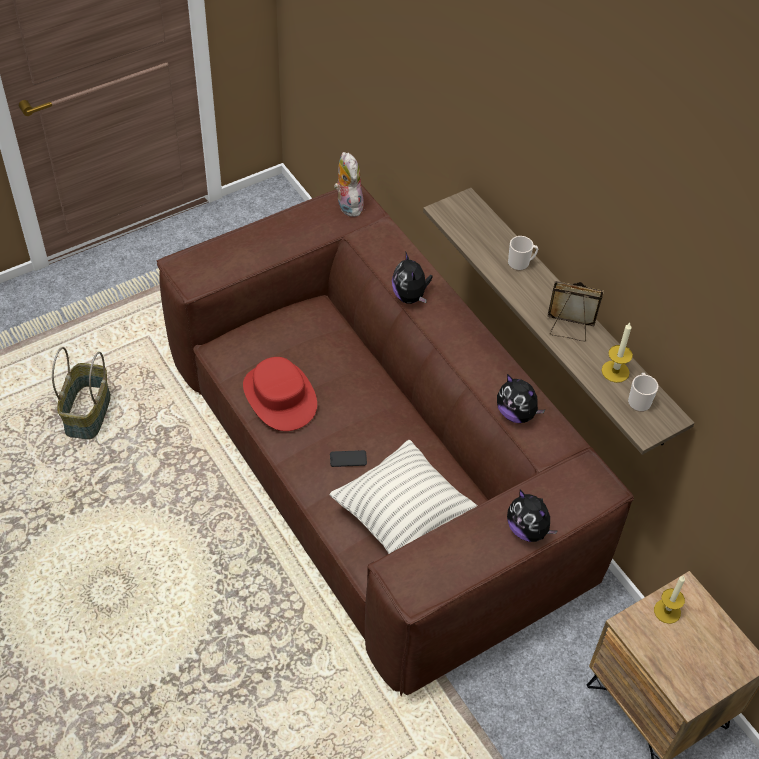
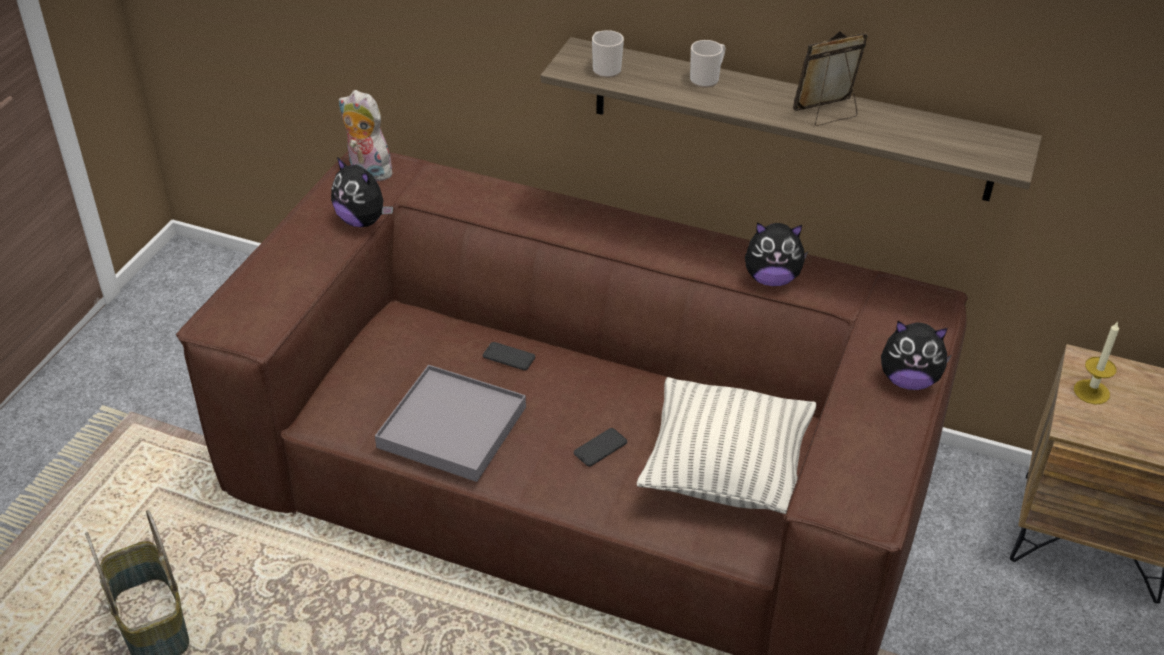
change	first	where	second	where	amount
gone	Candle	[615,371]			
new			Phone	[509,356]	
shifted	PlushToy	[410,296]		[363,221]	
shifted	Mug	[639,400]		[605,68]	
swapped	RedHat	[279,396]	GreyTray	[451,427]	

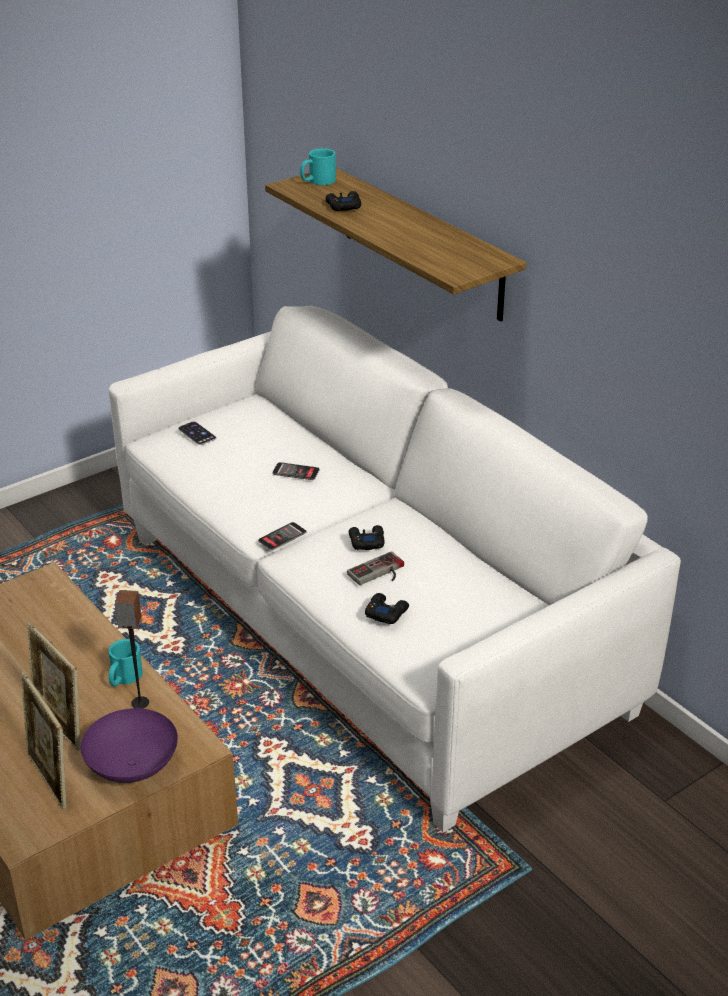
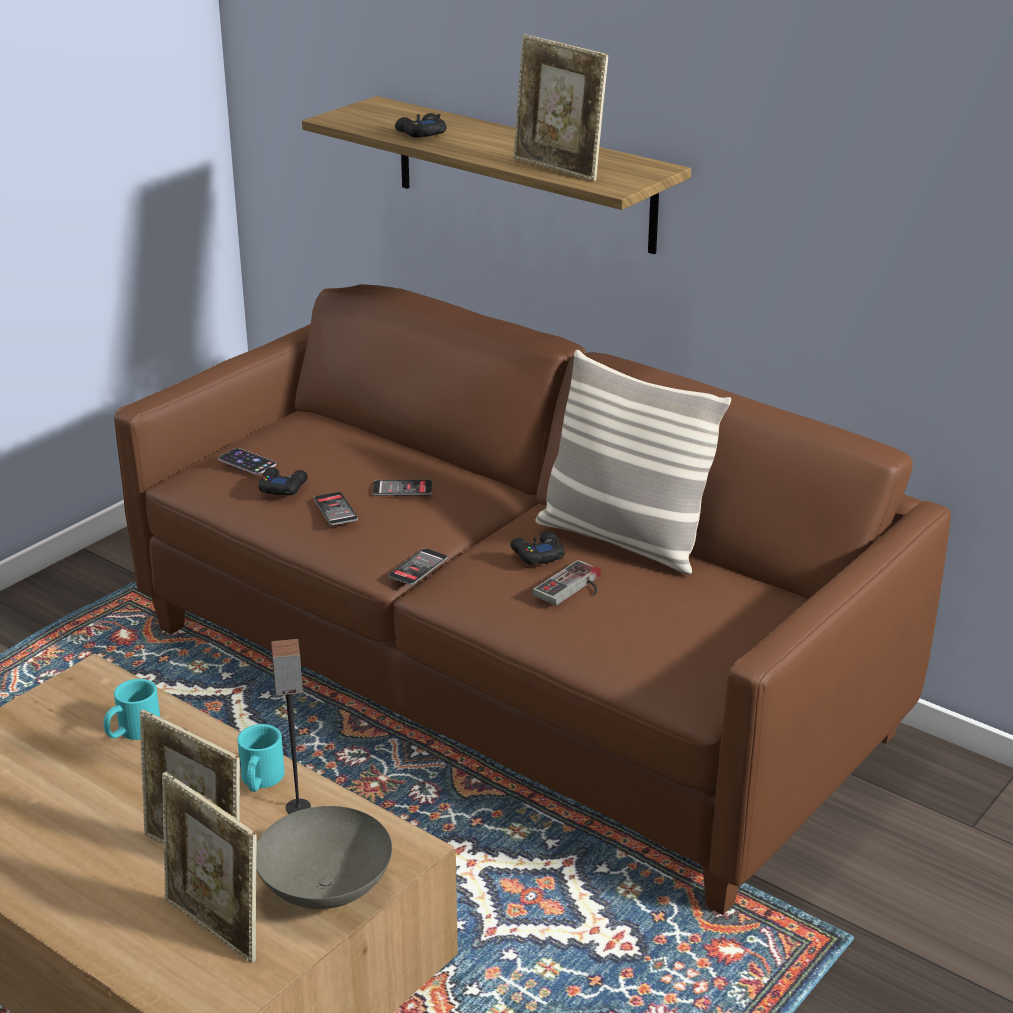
change	first	where	second	where	amount
new			Phone	[335,509]	
new			PictureFrame	[558,169]	
new			Pillow	[623,540]	
shifted	TurquoiseMug	[317,181]		[132,732]	
shifted	BlackGameController	[386,612]		[282,487]	
repainted	PurpleBowl	[131,767]	GreyBowl	[324,890]	
repainted	WhiteSofa	[366,623]	BrownSofa	[509,683]	

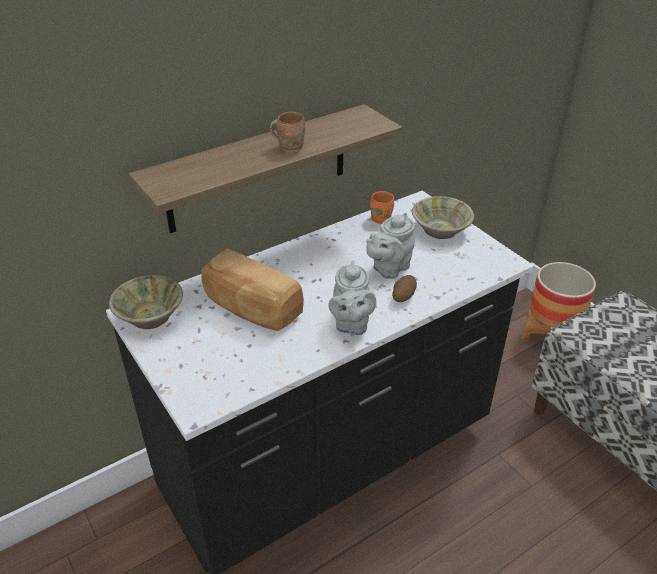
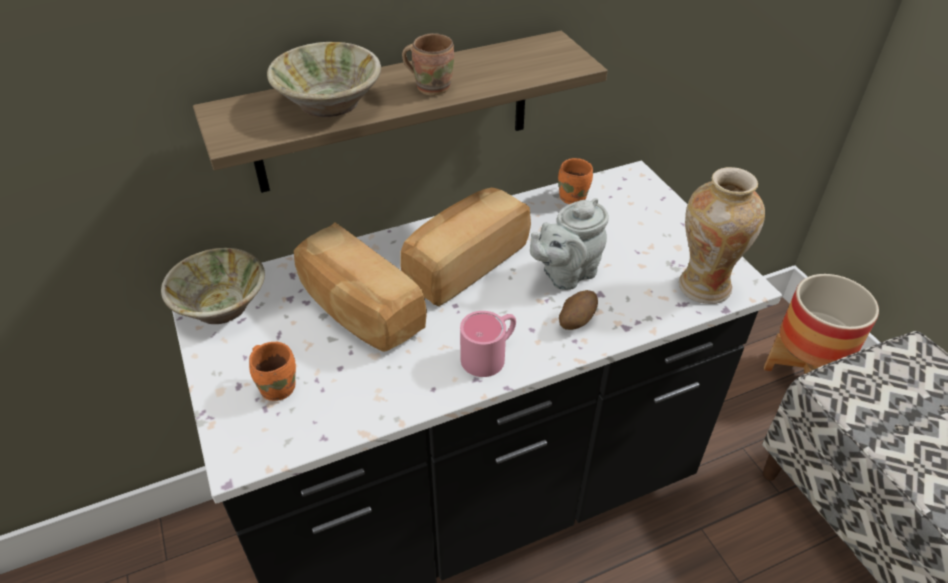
change	first	where	second	where	amount
new			OrangeMug	[278,386]	
new			Bread	[464,264]	
new			Vase	[703,286]	
shifted	BeigeBowl	[440,230]		[329,103]	
swapped	GreyTeapot	[351,324]	PinkMug	[490,354]	

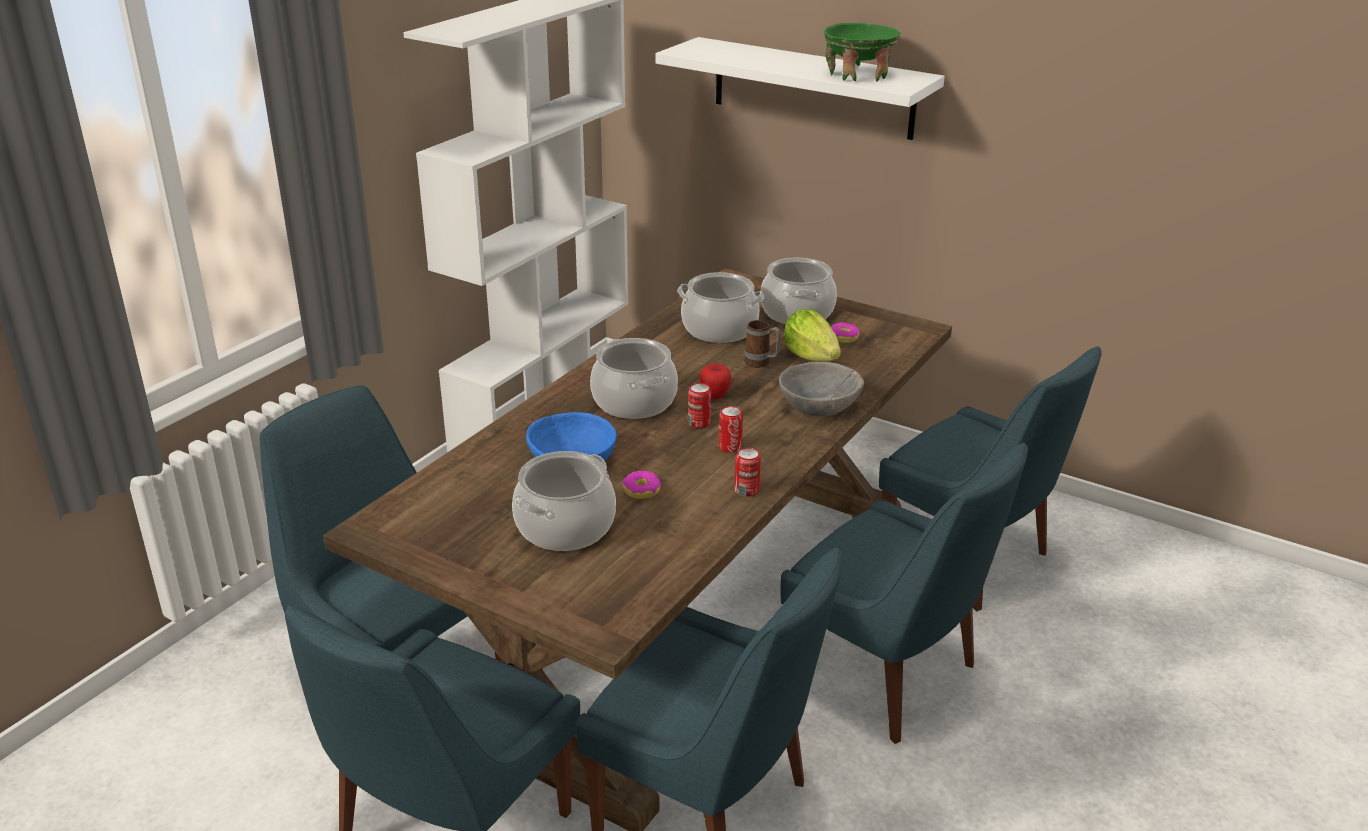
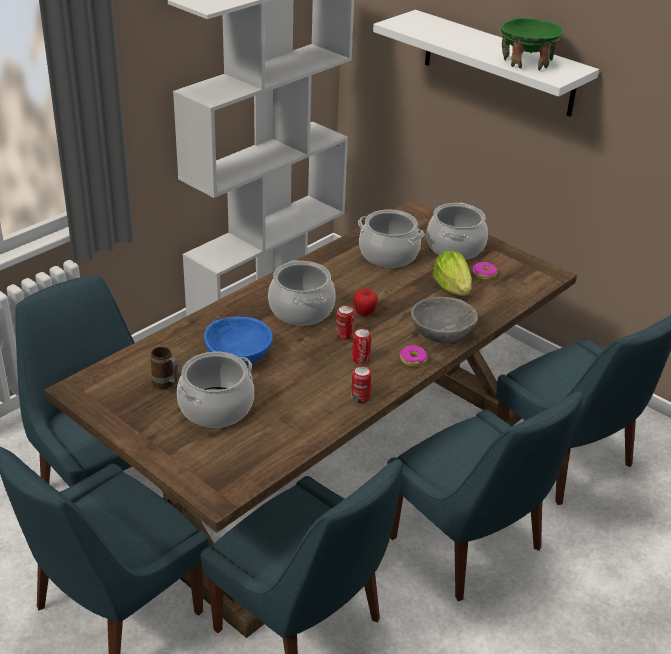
change	first	where	second	where	amount
shifted	Donut	[641,490]		[413,360]	
shifted	Mug	[761,363]		[166,384]	

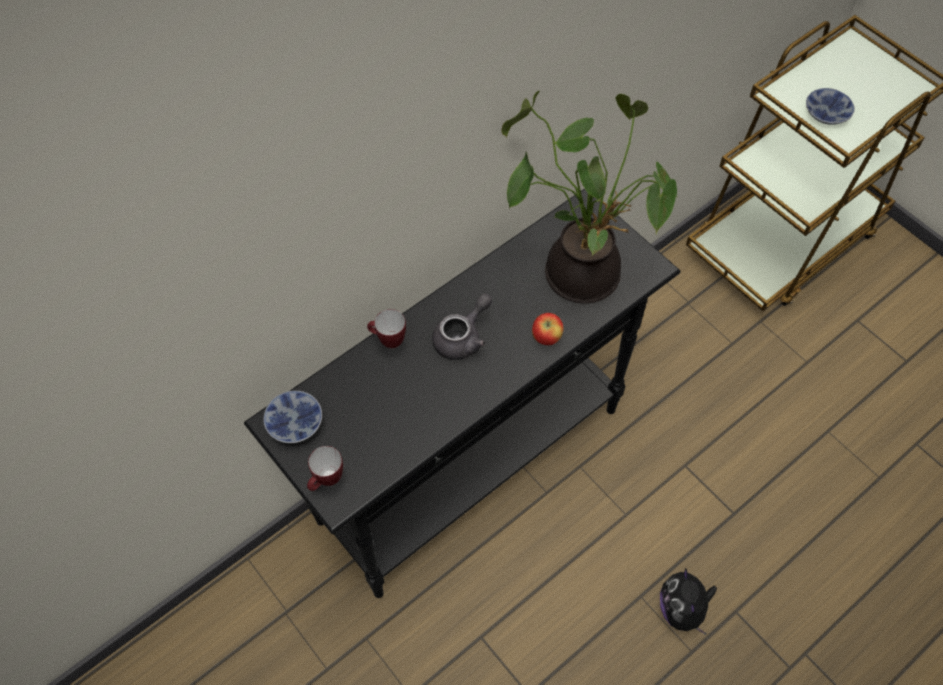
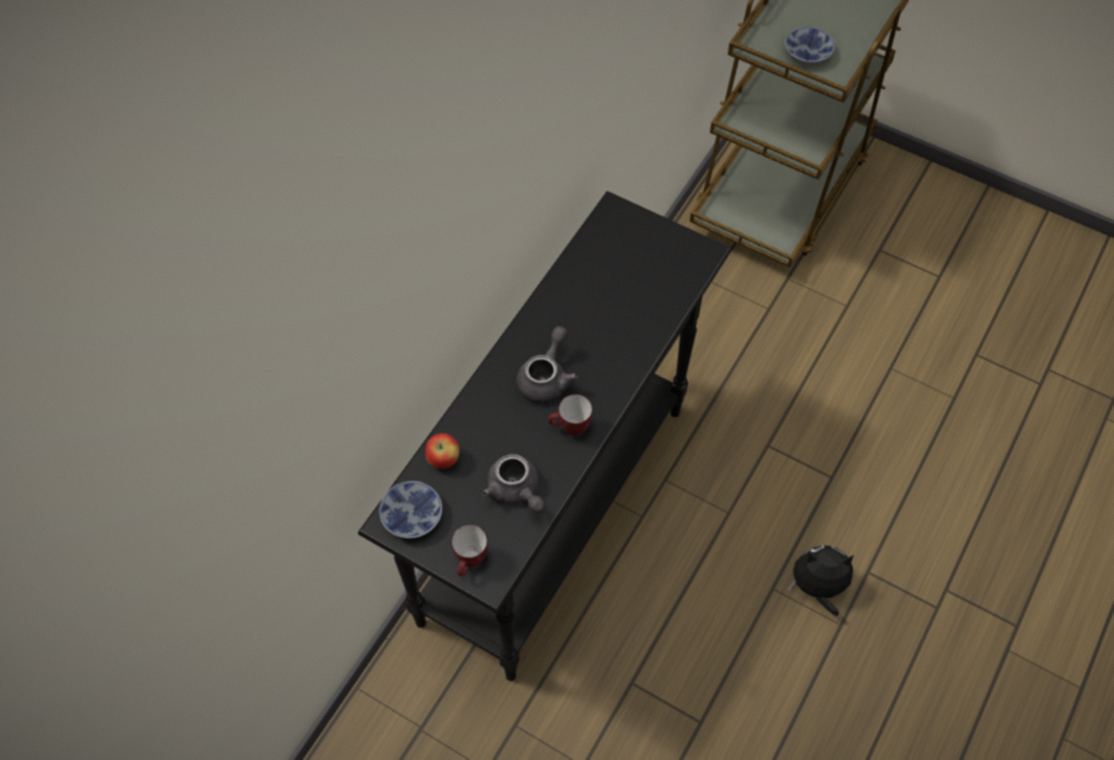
change	first	where	second	where	amount
gone	PottedPlant	[582,270]			
new			GreyTeapot	[516,491]	
shifted	Mug	[388,341]		[569,429]	
shifted	Apple	[546,338]		[444,459]	
rotated	PlushToy	[682,609]		[817,587]	120 degrees clockwise

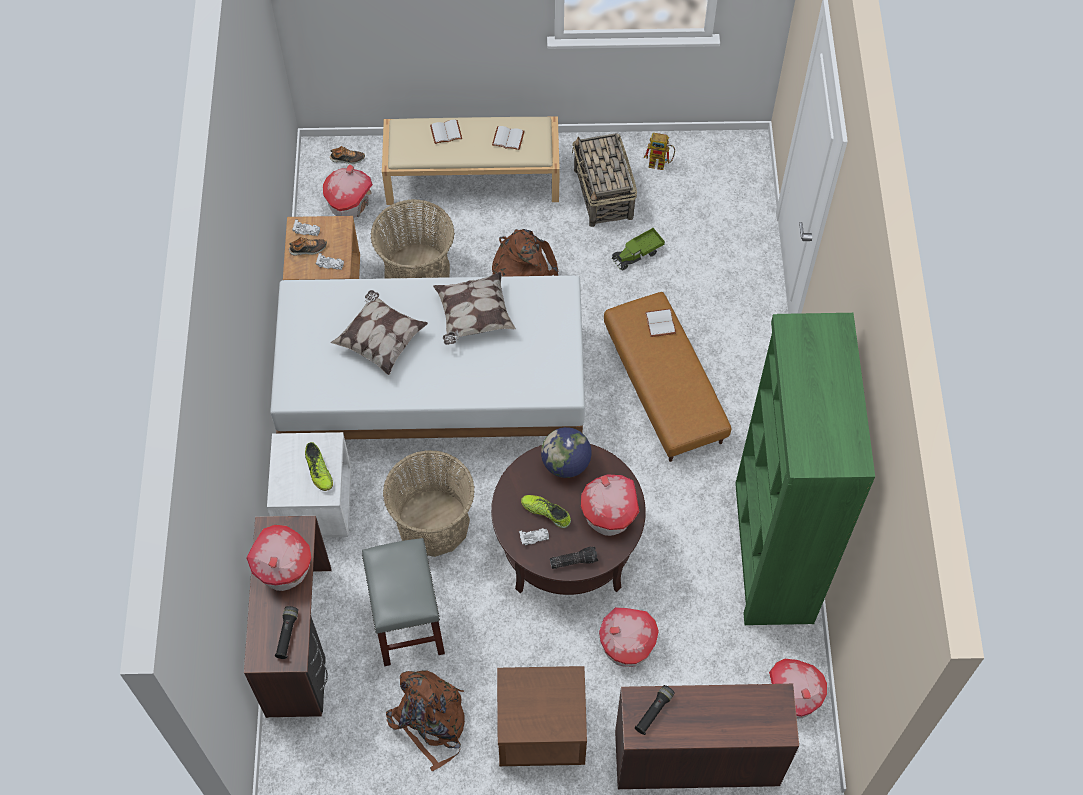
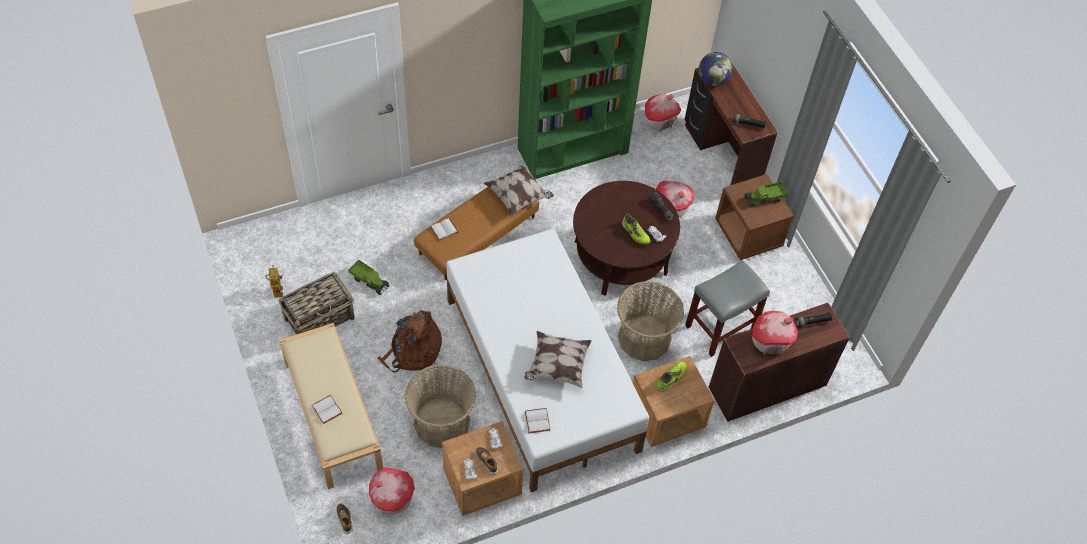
change	first	where	second	where	amount
gone	BrownBackpack	[430,721]			
gone	ToyHouse	[608,514]			
new			ToyTruck	[764,199]	
shifted	Pillow	[473,317]		[518,197]	
shifted	WhiteBook	[509,138]		[536,420]	
shifted	Globe	[566,463]		[712,80]	
repainted	WhiteNightstand	[315,503]	BrownNightstand	[666,417]	
rotated	Shoe	[546,512]		[635,233]	45 degrees counterclockwise

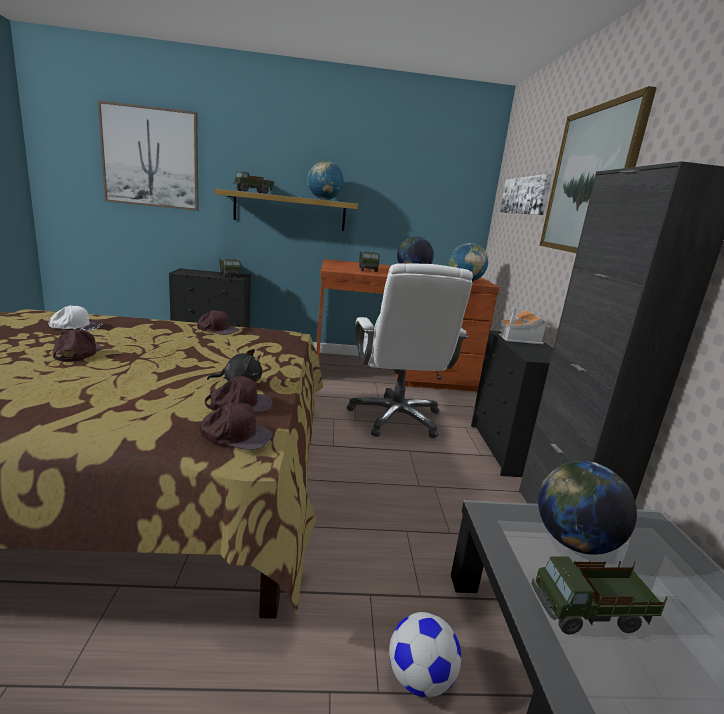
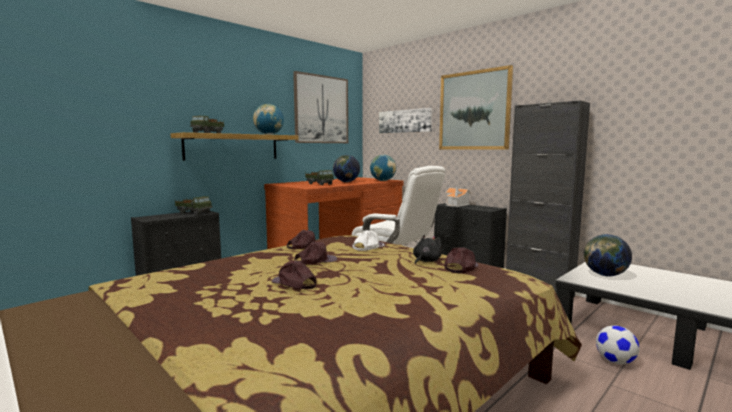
change	first	where	second	where	amount
gone	ToyTruck	[589,614]			
shifted	WhiteCap	[76,326]		[368,246]	
shifted	Picture	[151,158]		[321,109]	
shifted	BrownCap	[235,435]		[315,260]	

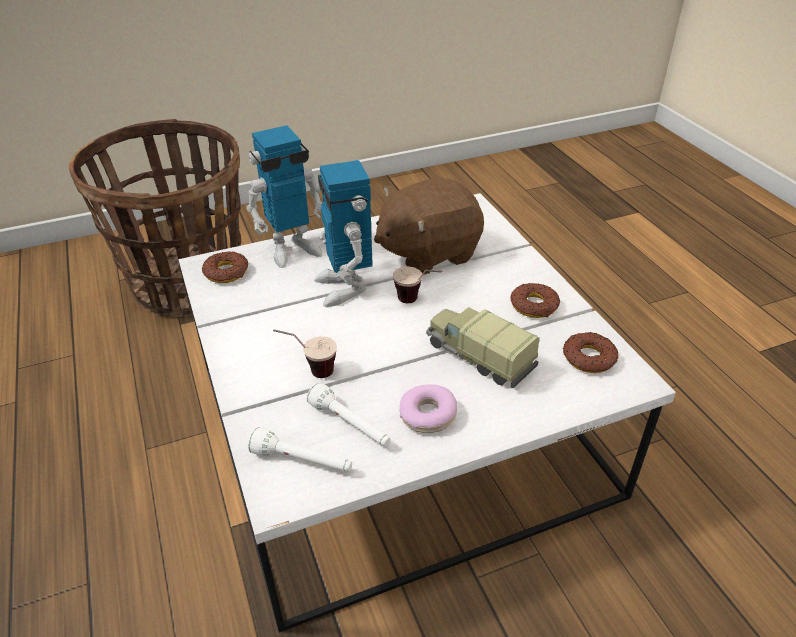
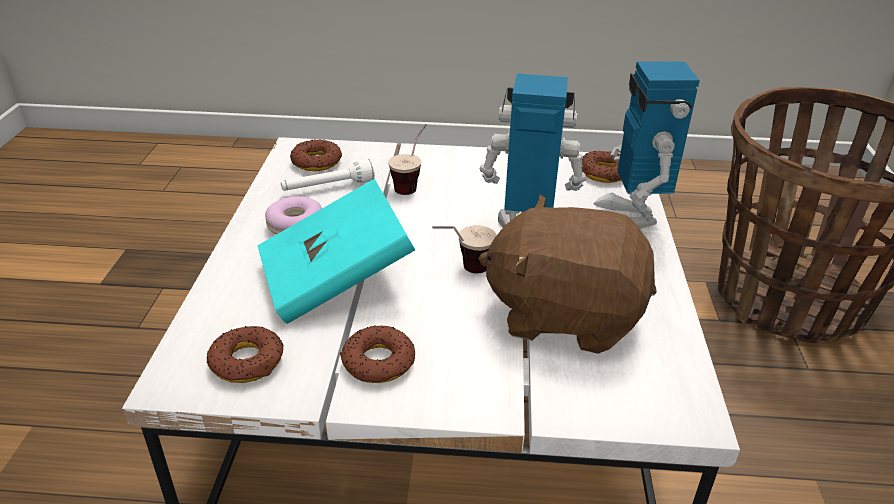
change	first	where	second	where	amount
swapped	WhiteFlashlight	[302,461]	Donut	[316,162]	
swapped	ToyTruck	[478,356]	TurquoiseBook	[336,280]	
rotated	BrownPlushToy	[428,252]		[564,314]	75 degrees counterclockwise

